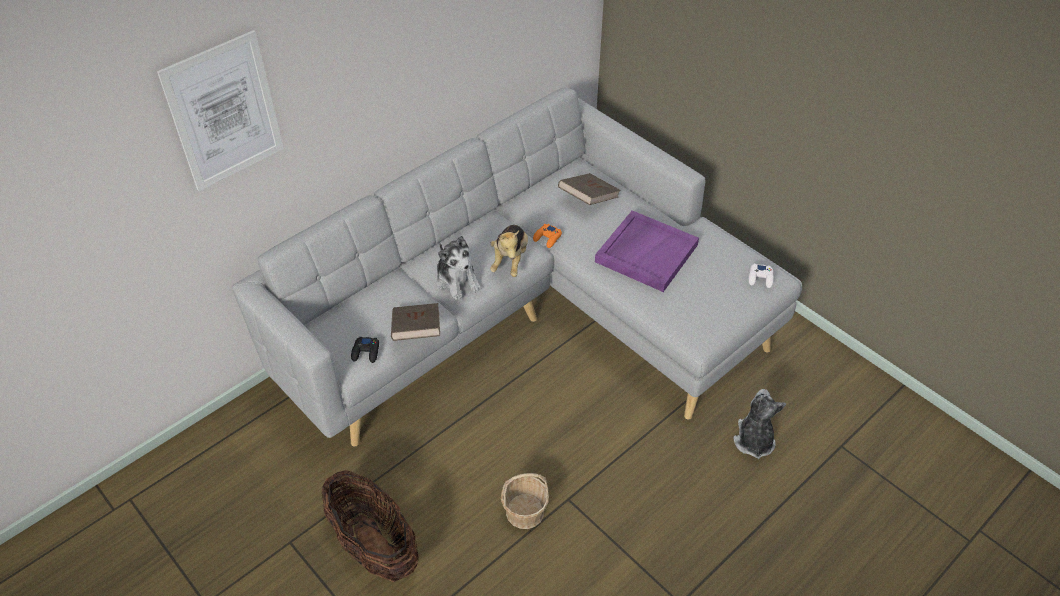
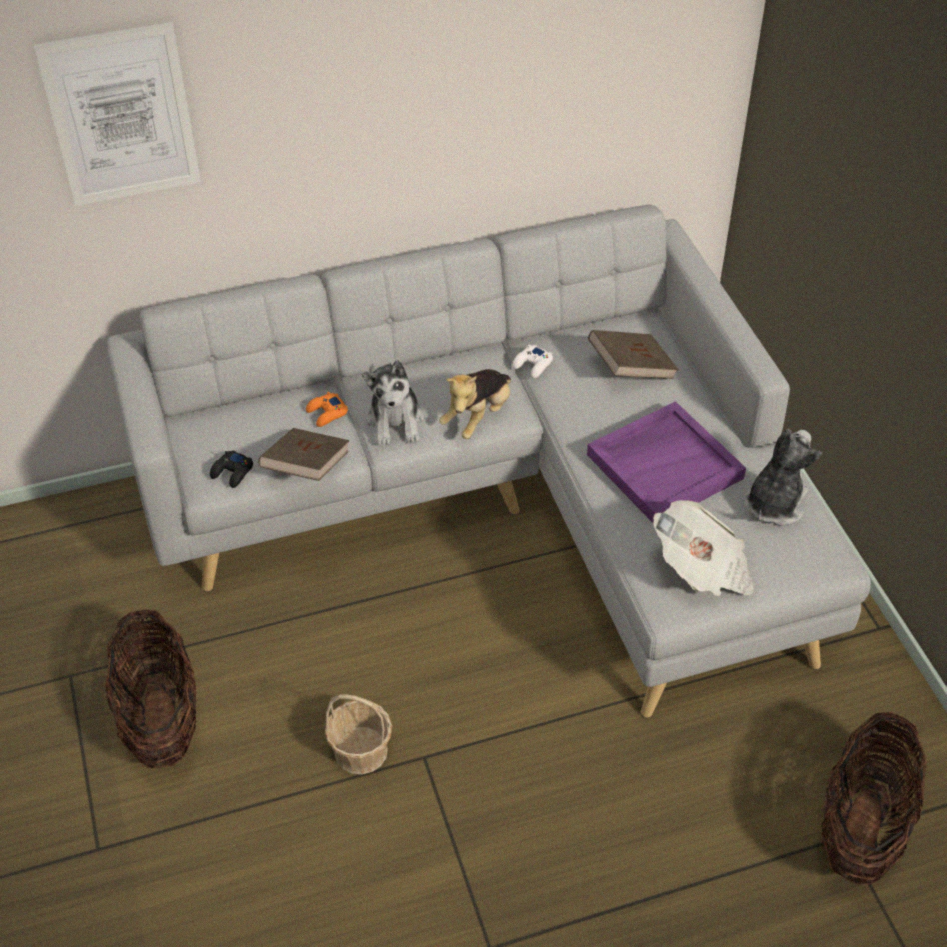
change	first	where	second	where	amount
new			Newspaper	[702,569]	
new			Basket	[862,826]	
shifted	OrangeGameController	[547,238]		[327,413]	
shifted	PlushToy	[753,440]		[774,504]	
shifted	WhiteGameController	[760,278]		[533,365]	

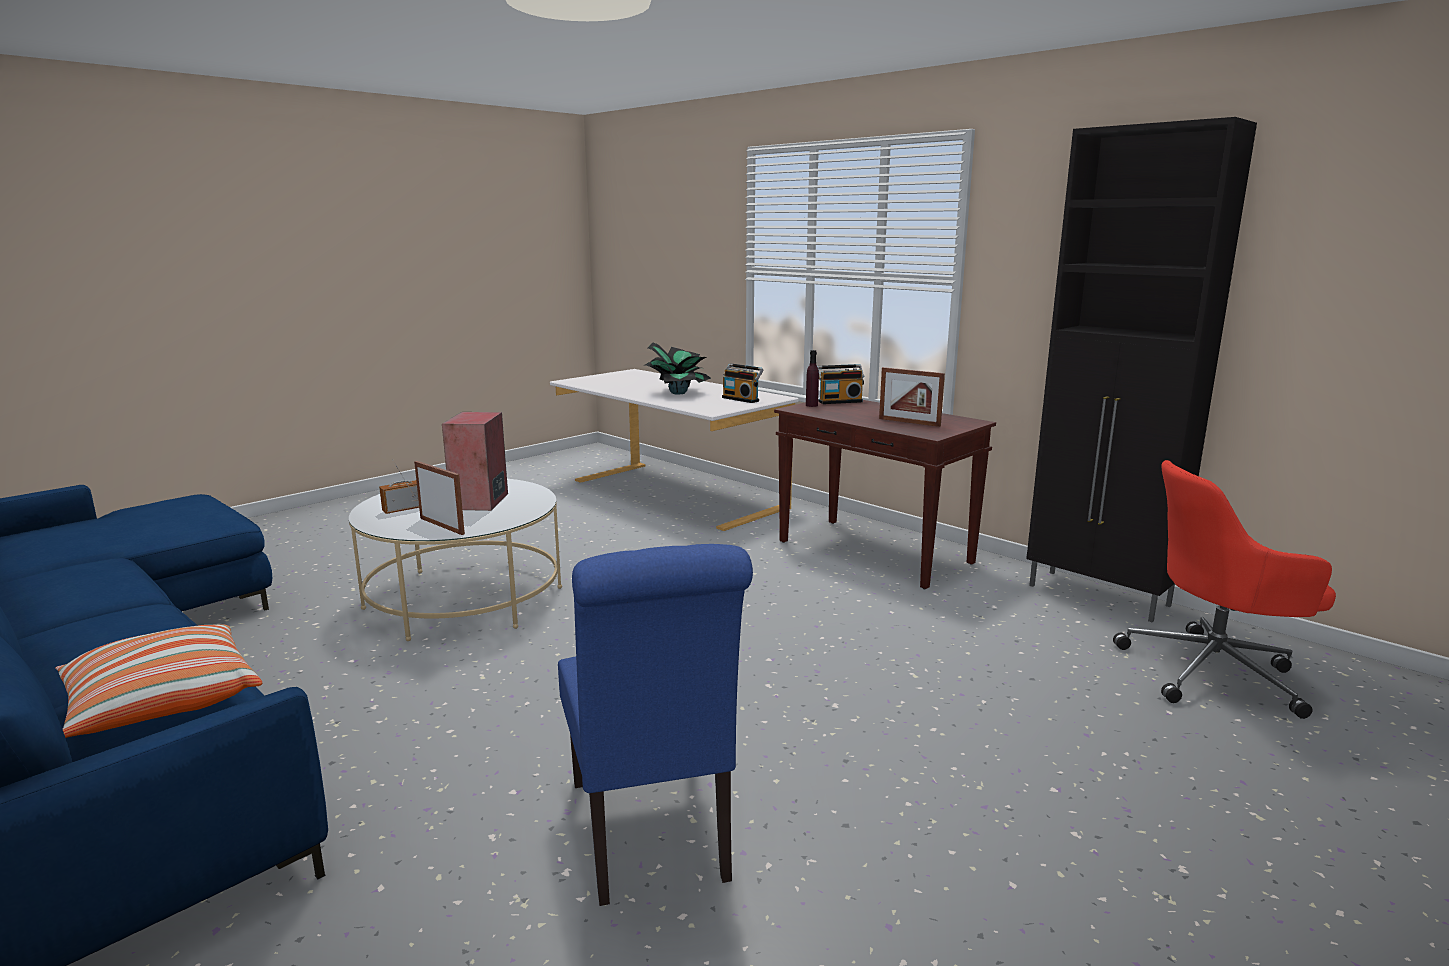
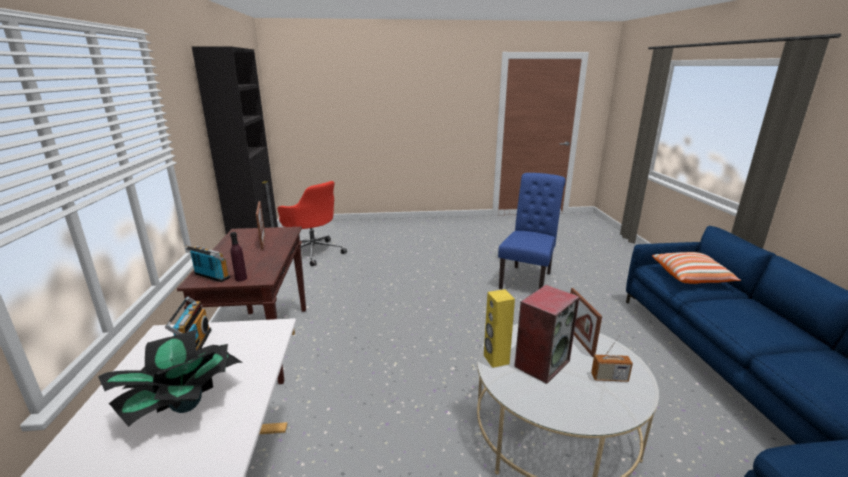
change	first	where	second	where	amount
new			YellowSpeaker	[495,359]	

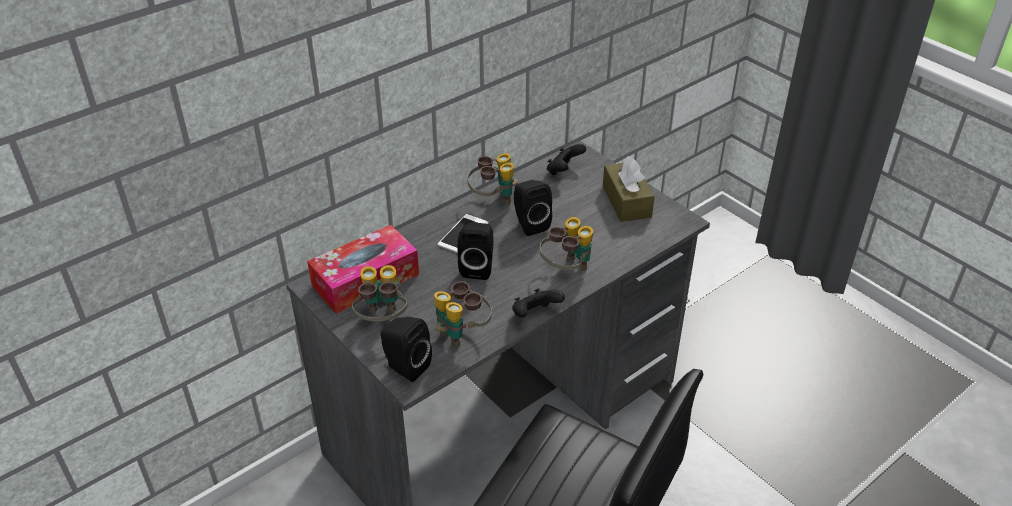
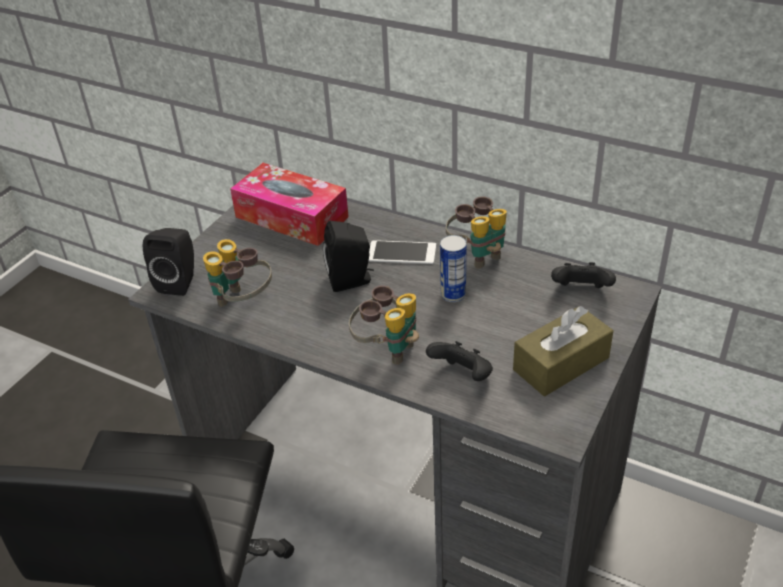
change	first	where	second	where	amount
gone	Binoculars	[382,320]			
shifted	BlackGameController	[535,315]		[462,376]	
swapped	BlackSpeaker	[529,224]	Can	[453,295]	

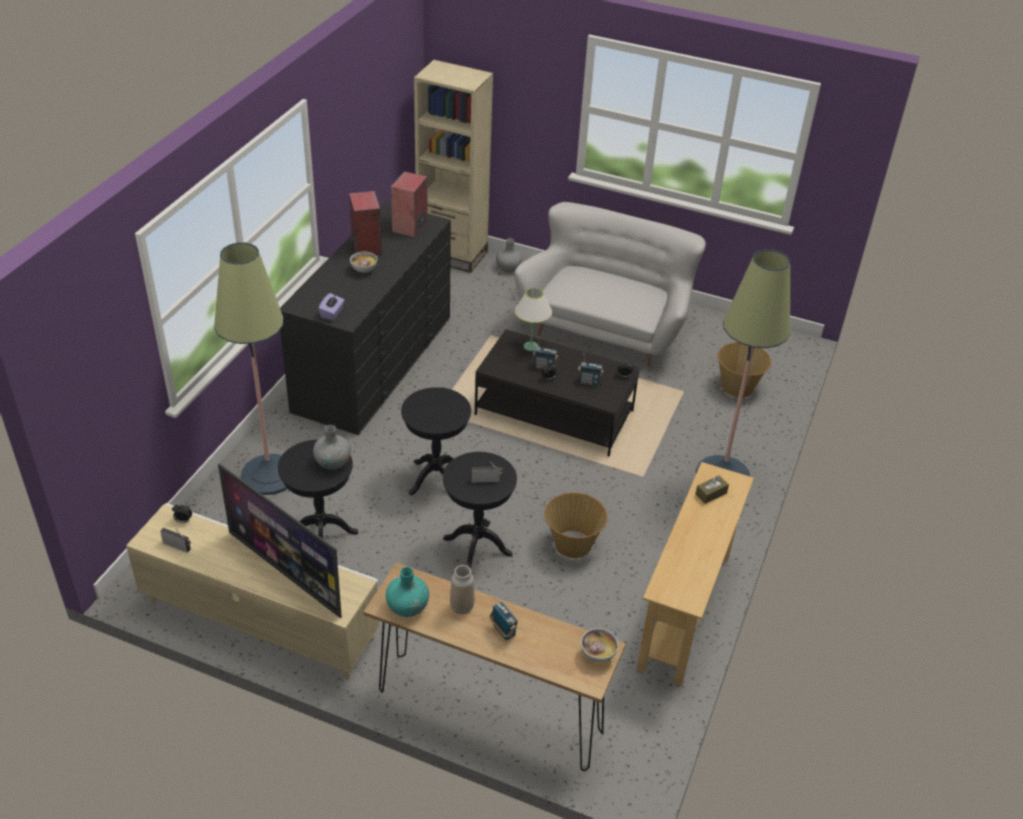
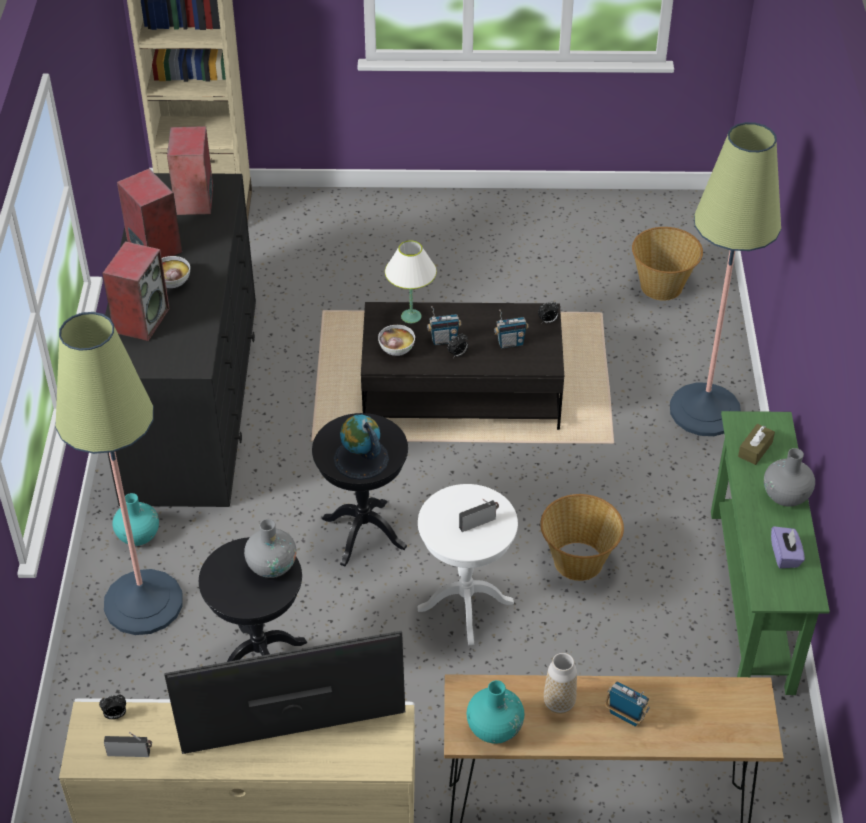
change	first	where	second	where	amount
gone	WhiteSofa	[606,327]			
new			Speaker	[141,320]	
new			TurquoiseVase	[138,535]	
new			Globe	[361,459]	
shifted	PurpleTissueBox	[332,313]		[785,555]	
shifted	GreyVase	[508,268]		[785,496]	
shifted	Bowl	[598,654]		[396,350]	
repainted	BlackSideTable	[477,546]	WhiteSideTable	[465,605]	
repainted	BeigeConsoleTable	[685,610]	GreenConsoleTable	[752,599]	
rotated	Television	[286,572]		[294,736]	150 degrees clockwise

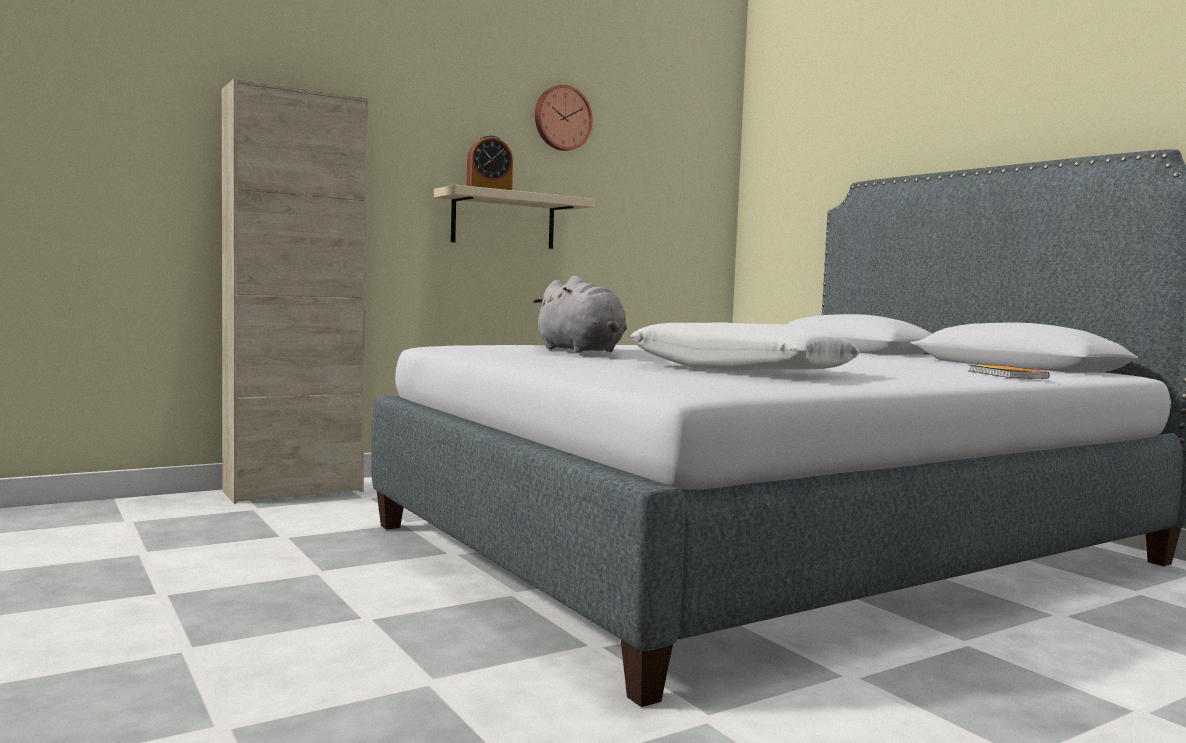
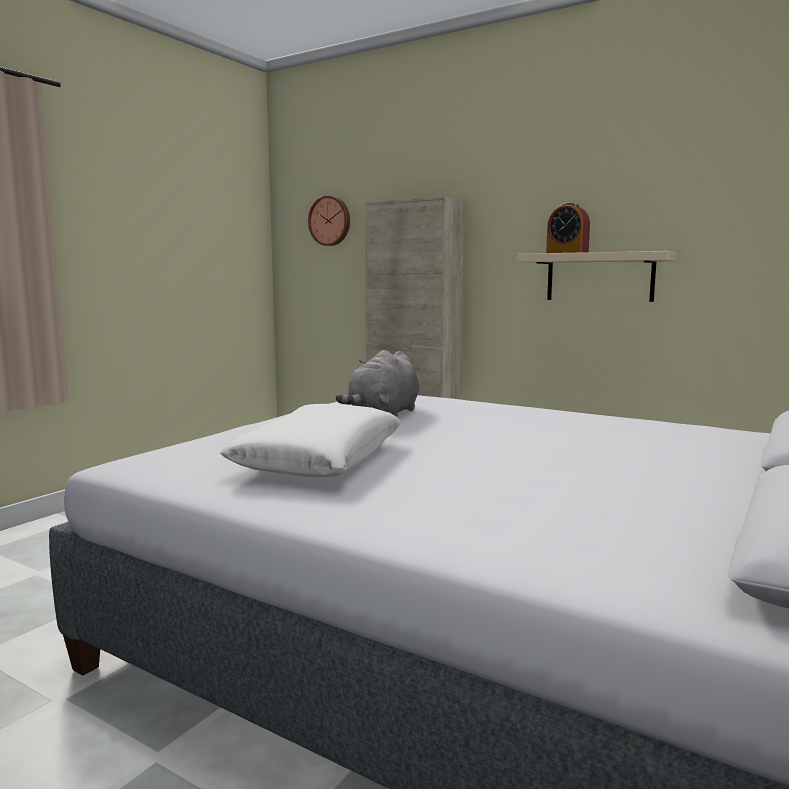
change	first	where	second	where	amount
gone	Book	[1007,374]			
shifted	WallClock	[562,118]		[330,221]	

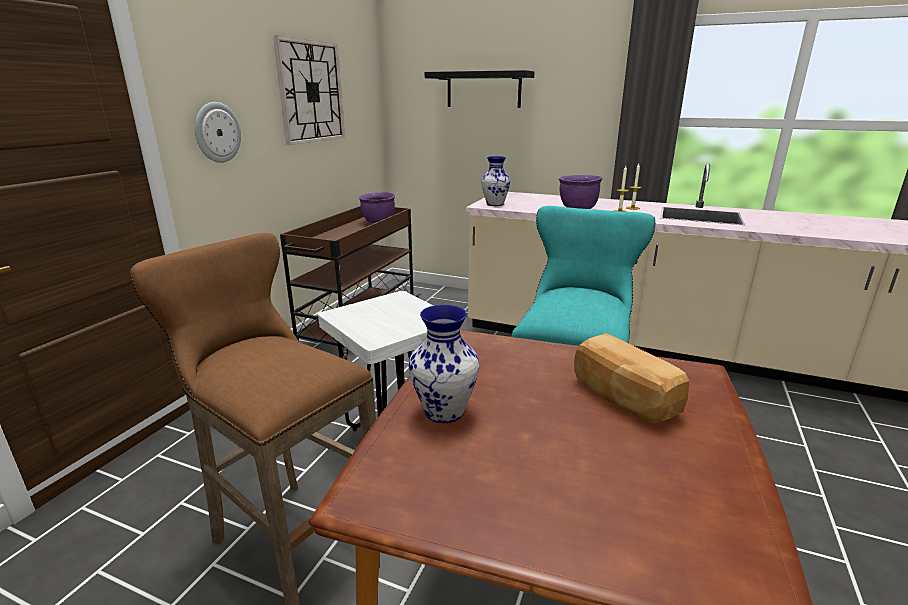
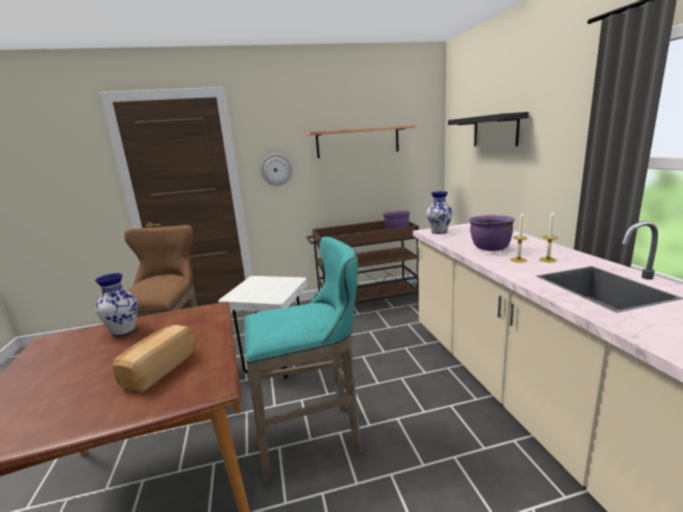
change	first	where	second	where	amount
swapped	WallClock	[311,92]	Shelf	[358,142]	

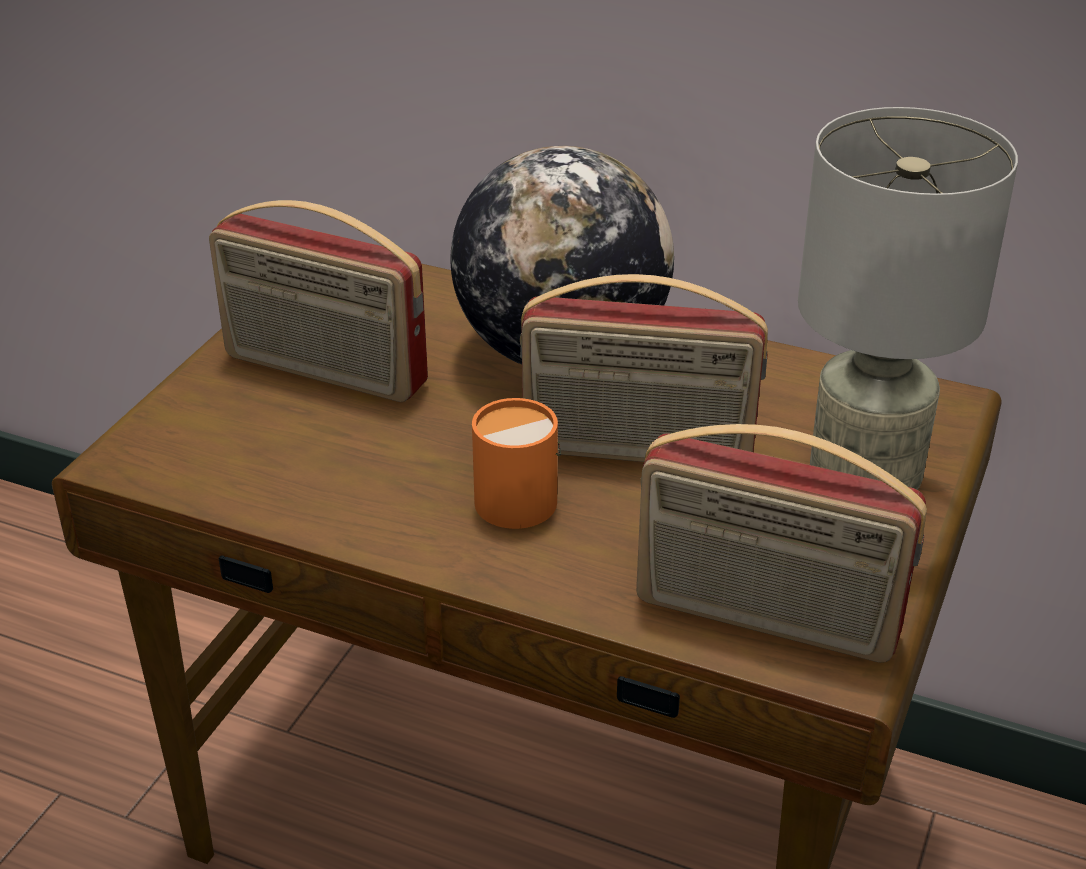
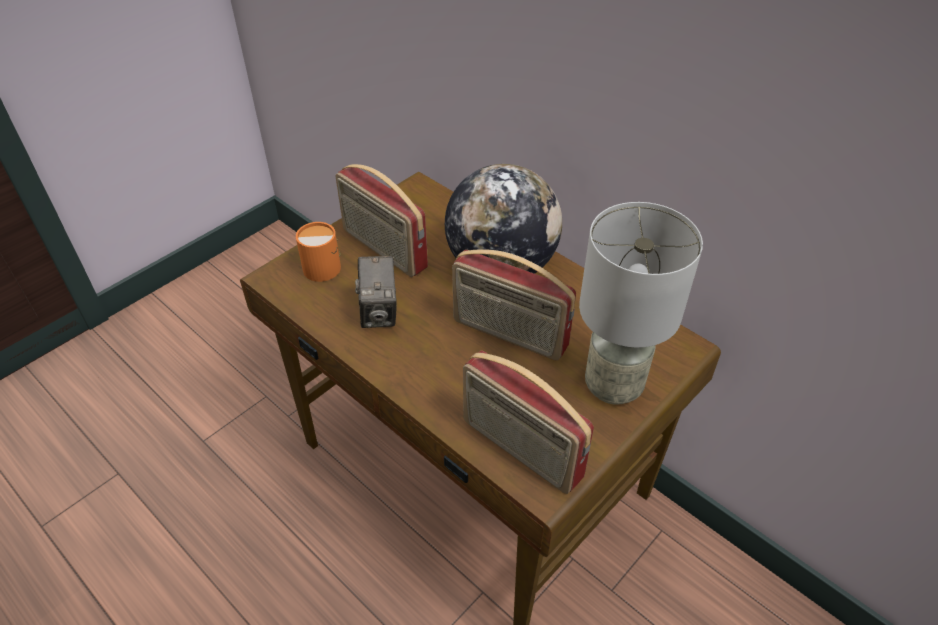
change	first	where	second	where	amount
new			PhotoCamera	[379,312]	
shifted	OrangeMug	[513,496]		[322,265]	

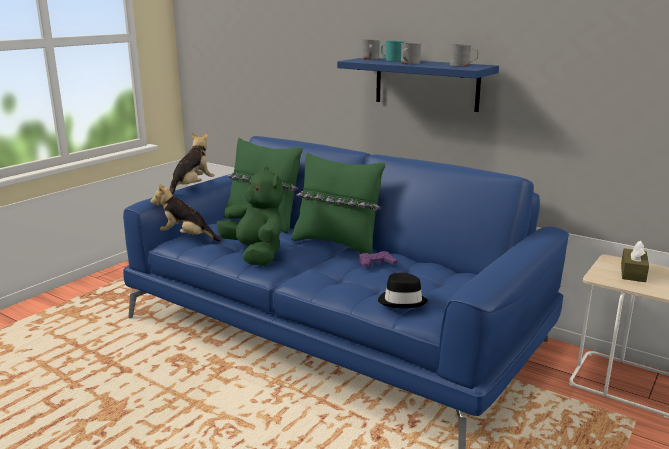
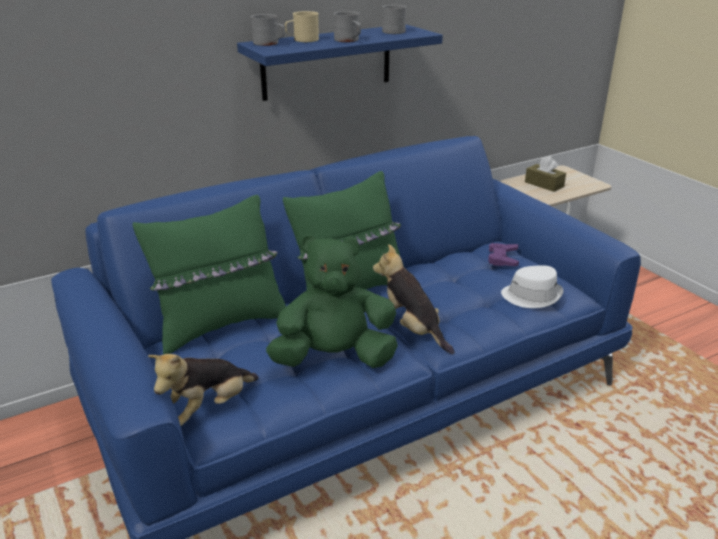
change	first	where	second	where	amount
shifted	PlushToy	[192,187]		[411,328]	
shifted	PurpleGameController	[376,263]		[502,258]	
repainted	BlackHat	[402,301]	WhiteHat	[532,296]	
repainted	TurquoiseMug	[391,60]	BeigeMug	[302,40]	

